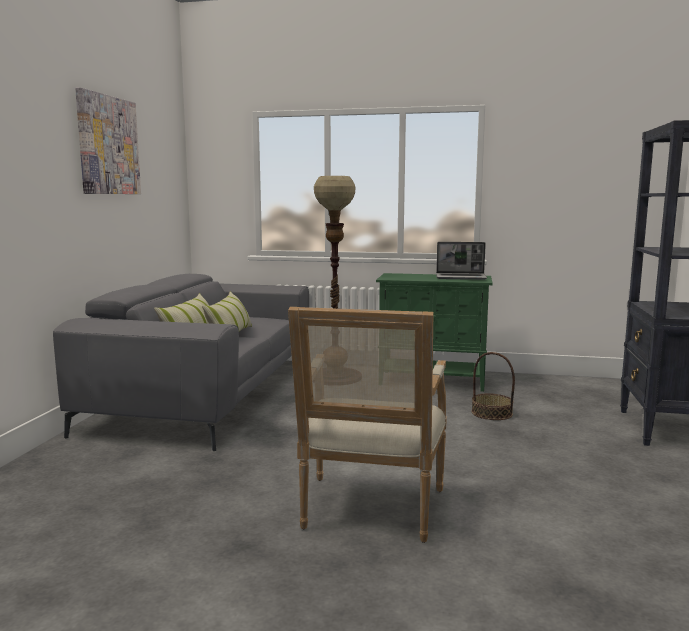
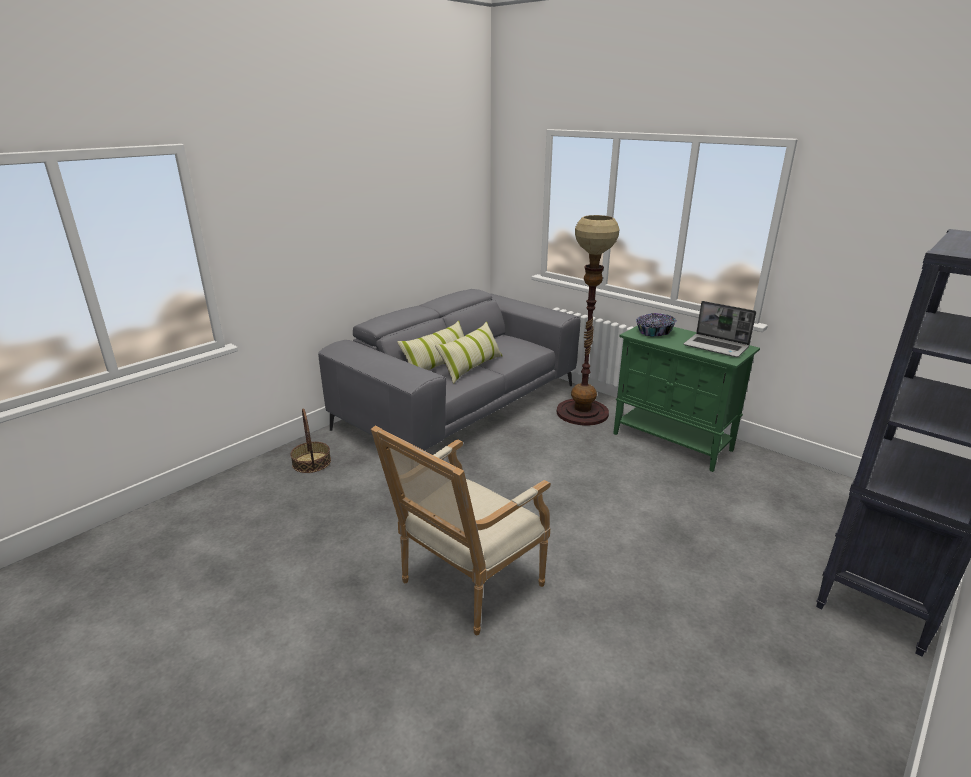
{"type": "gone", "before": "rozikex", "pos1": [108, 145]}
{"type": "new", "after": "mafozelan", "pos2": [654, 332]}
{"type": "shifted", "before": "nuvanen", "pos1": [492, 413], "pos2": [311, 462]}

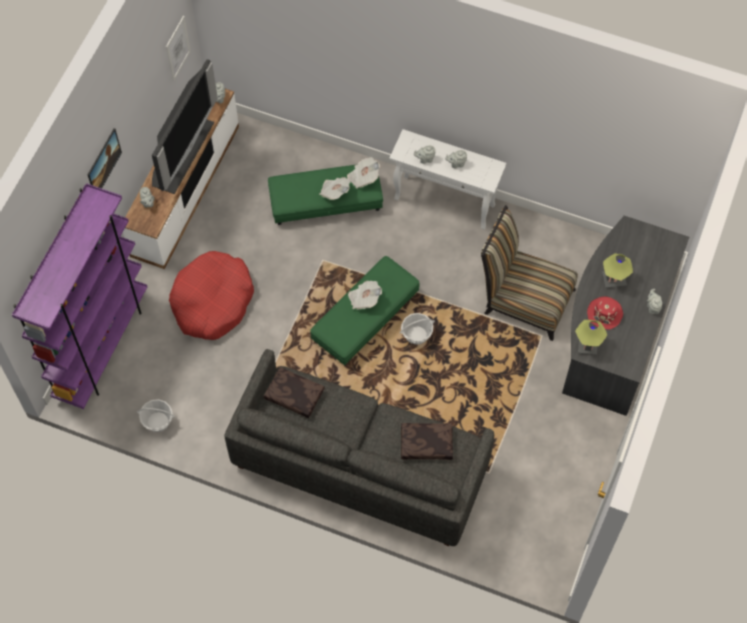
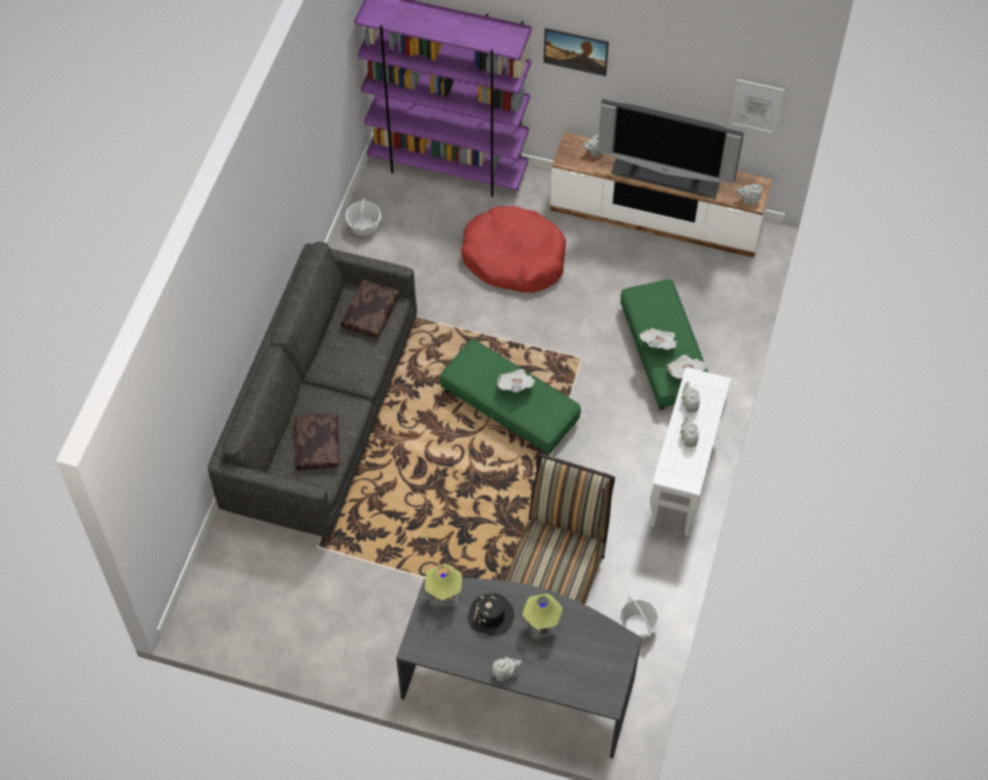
{"type": "shifted", "before": "nuvanen", "pos1": [416, 335], "pos2": [637, 626]}
{"type": "repainted", "before": "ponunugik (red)", "after": "ponunugik (black)", "pos1": [605, 313], "pos2": [491, 616]}

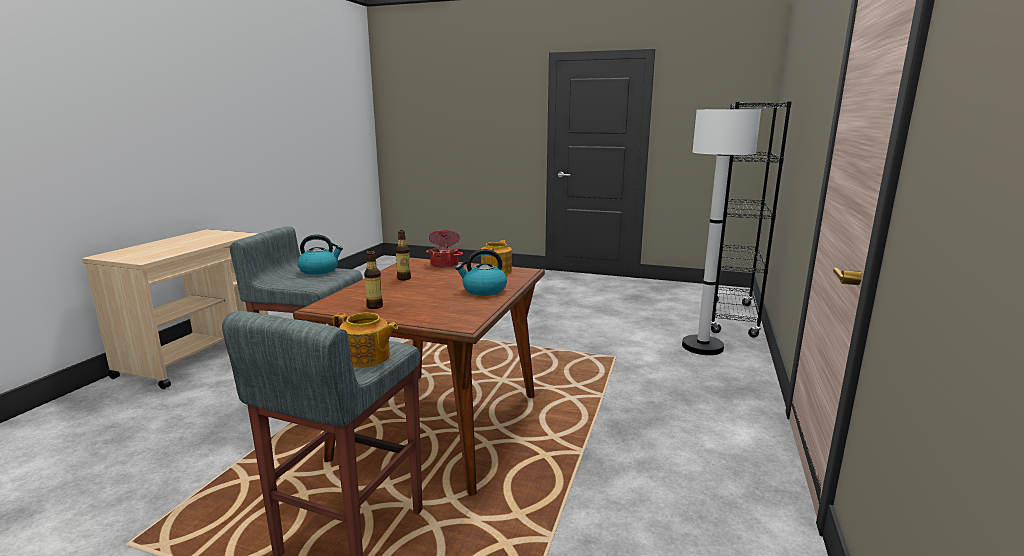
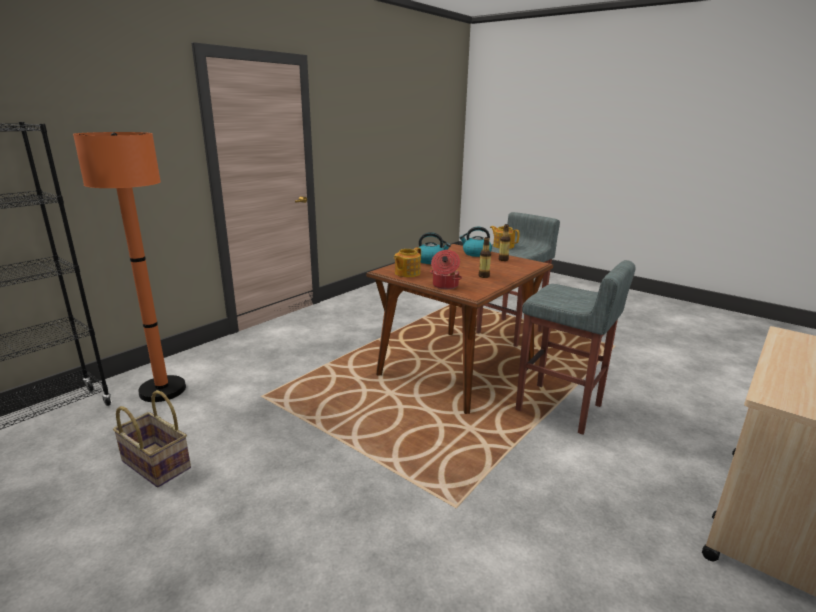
{"type": "new", "after": "nuvanen", "pos2": [155, 465]}
{"type": "shifted", "before": "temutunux", "pos1": [320, 270], "pos2": [476, 253]}
{"type": "repainted", "before": "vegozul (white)", "after": "vegozul (orange)", "pos1": [702, 347], "pos2": [162, 390]}

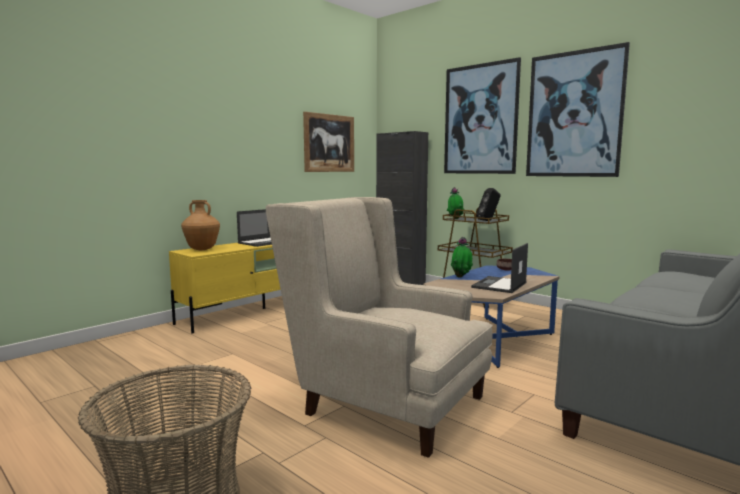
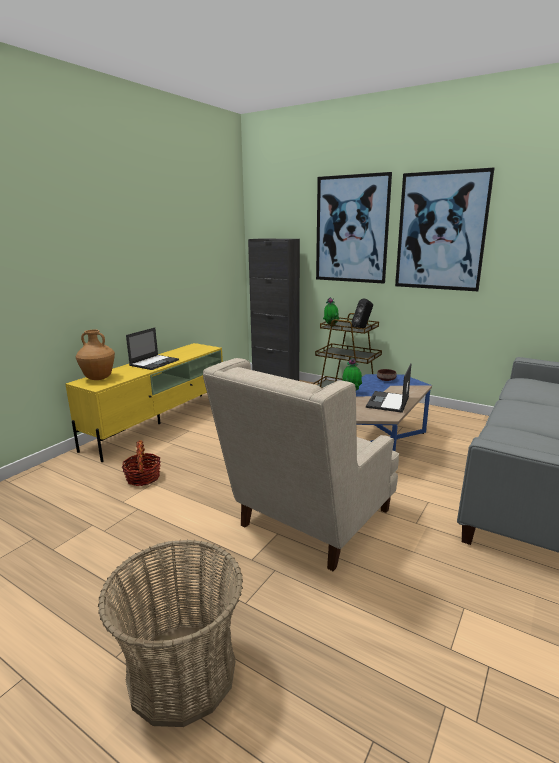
{"type": "gone", "before": "rozikex", "pos1": [329, 143]}
{"type": "new", "after": "nuvanen", "pos2": [143, 478]}
{"type": "rotated", "before": "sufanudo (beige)", "pos1": [382, 401], "pos2": [308, 524], "turn": -75}

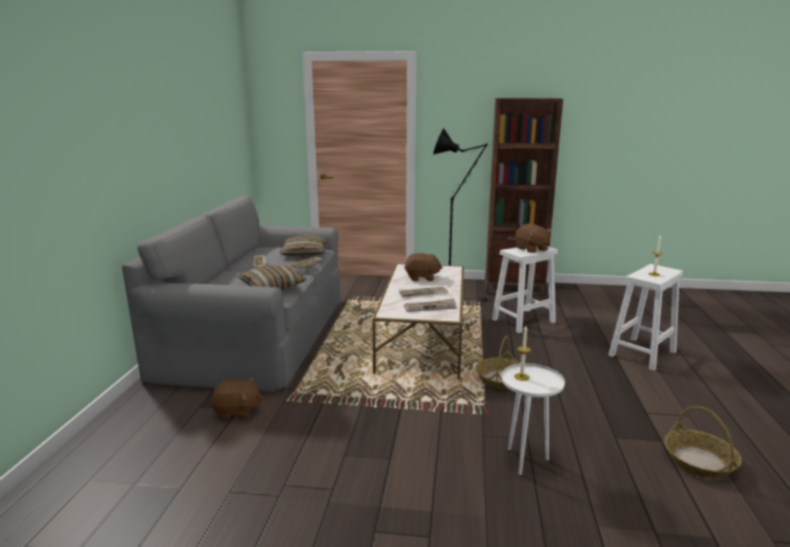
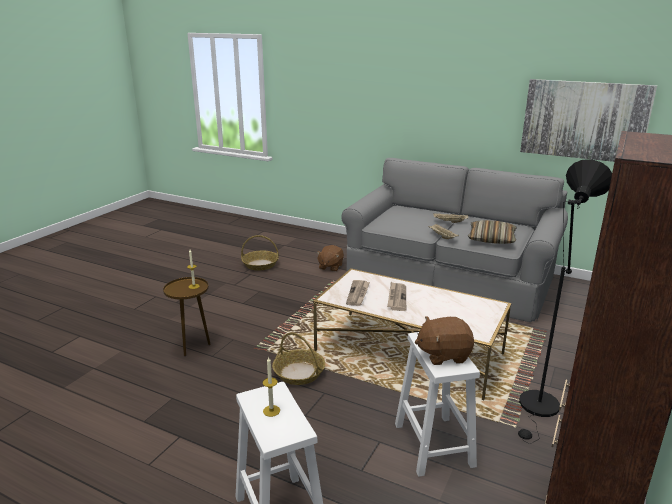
{"type": "gone", "before": "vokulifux", "pos1": [272, 286]}
{"type": "gone", "before": "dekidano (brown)", "pos1": [422, 278]}
{"type": "new", "after": "rozikex", "pos2": [584, 120]}
{"type": "shifted", "before": "nuvanen", "pos1": [698, 461], "pos2": [260, 264]}
{"type": "repainted", "before": "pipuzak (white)", "after": "pipuzak (brown)", "pos1": [525, 461], "pos2": [193, 346]}

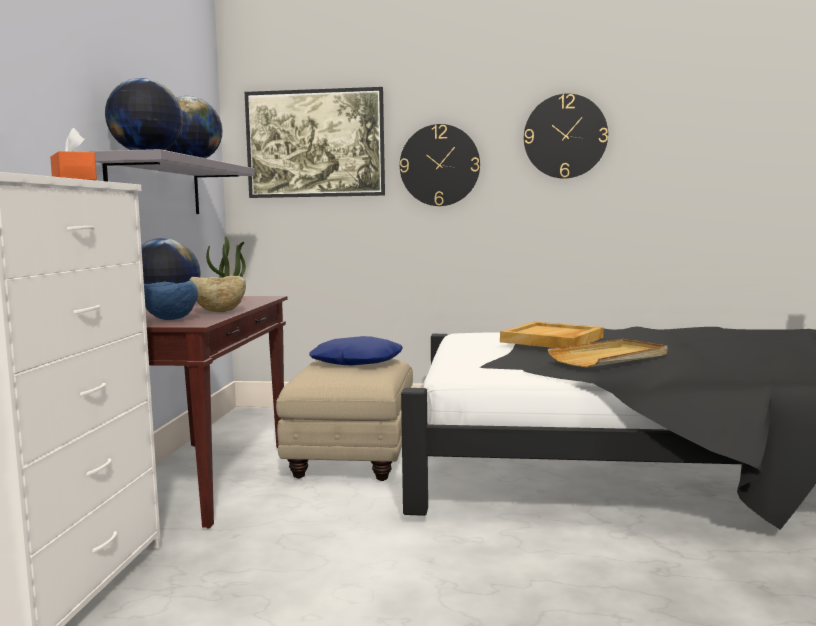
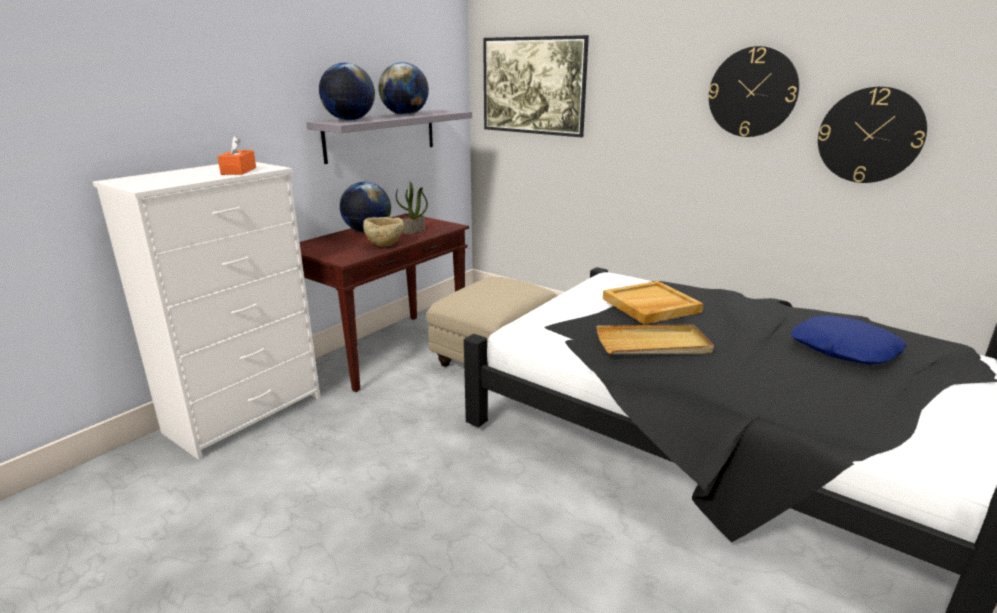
{"type": "gone", "before": "mafozelan (blue)", "pos1": [168, 320]}
{"type": "shifted", "before": "vokulifux (blue)", "pos1": [356, 362], "pos2": [843, 349]}
{"type": "shifted", "before": "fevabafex", "pos1": [439, 165], "pos2": [870, 135]}

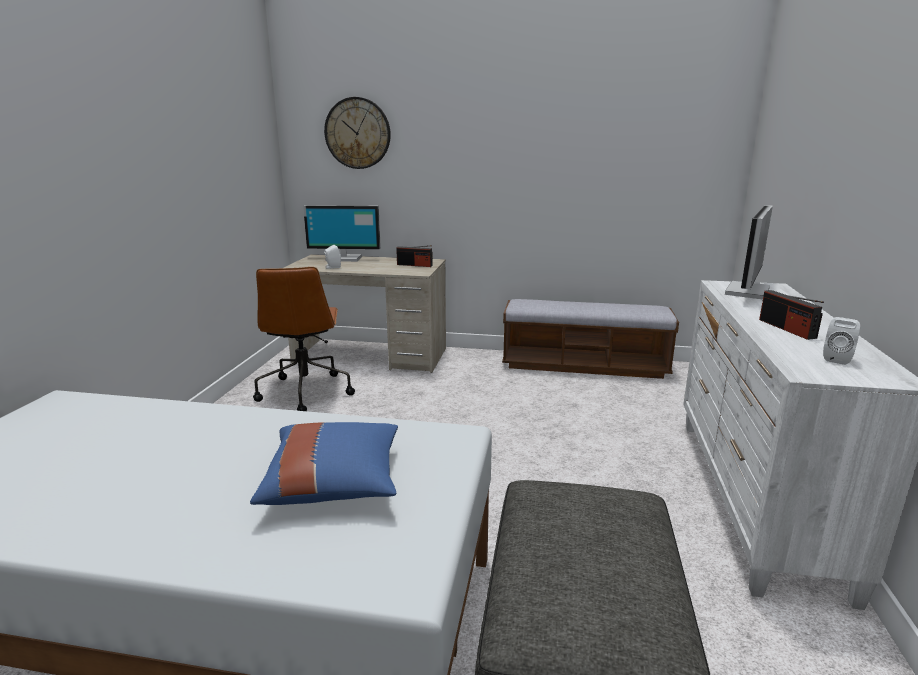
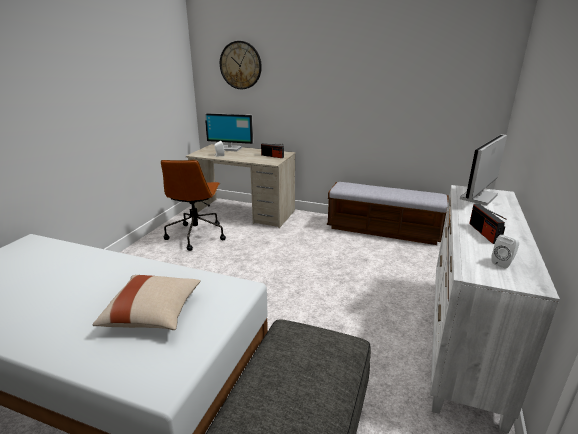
{"type": "repainted", "before": "vokulifux (blue)", "after": "vokulifux (beige)", "pos1": [334, 483], "pos2": [153, 314]}

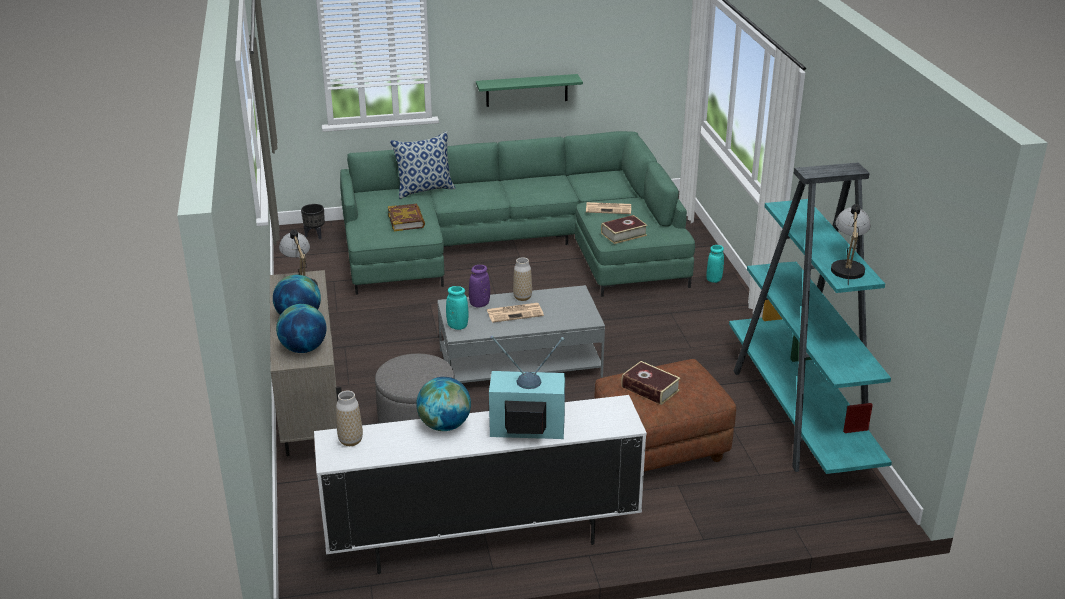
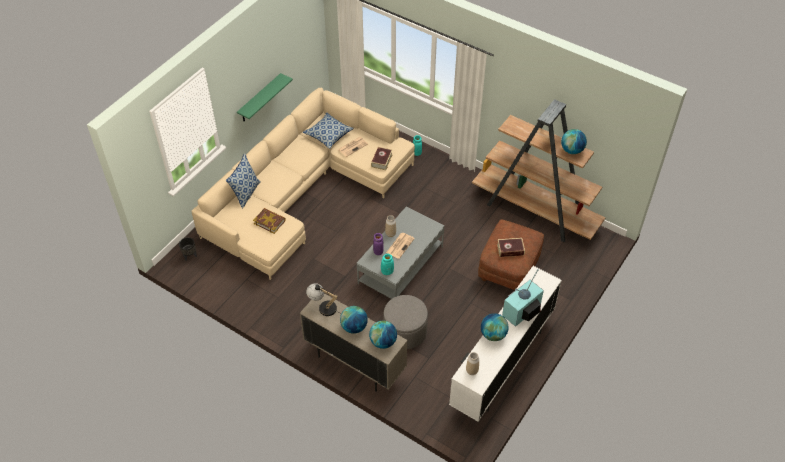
{"type": "new", "after": "vokulifux", "pos2": [328, 135]}
{"type": "swapped", "before": "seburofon", "after": "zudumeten", "pos1": [847, 266], "pos2": [572, 150]}
{"type": "repainted", "before": "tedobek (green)", "after": "tedobek (beige)", "pos1": [518, 246], "pos2": [304, 191]}
{"type": "repainted", "before": "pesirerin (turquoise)", "after": "pesirerin (brown)", "pos1": [799, 416], "pos2": [535, 212]}

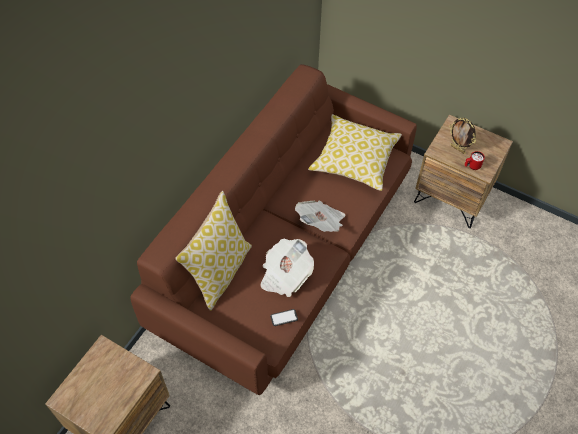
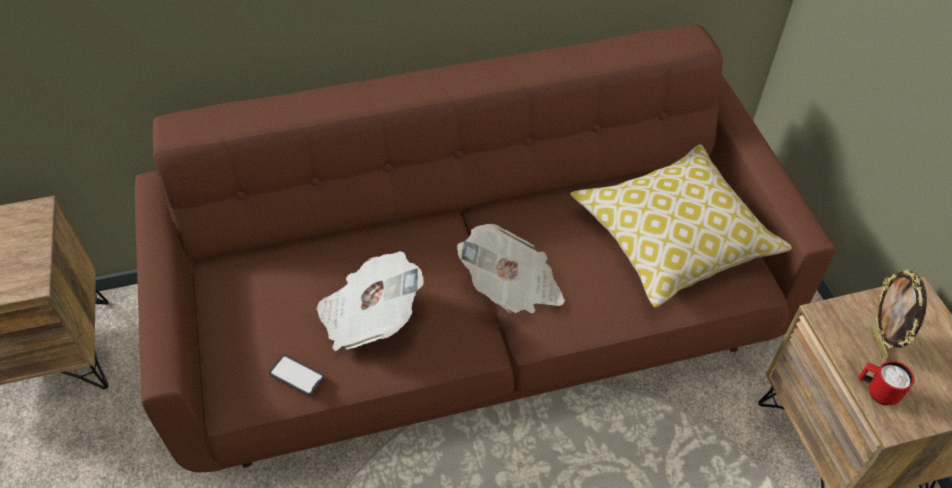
{"type": "gone", "before": "vokulifux", "pos1": [219, 271]}

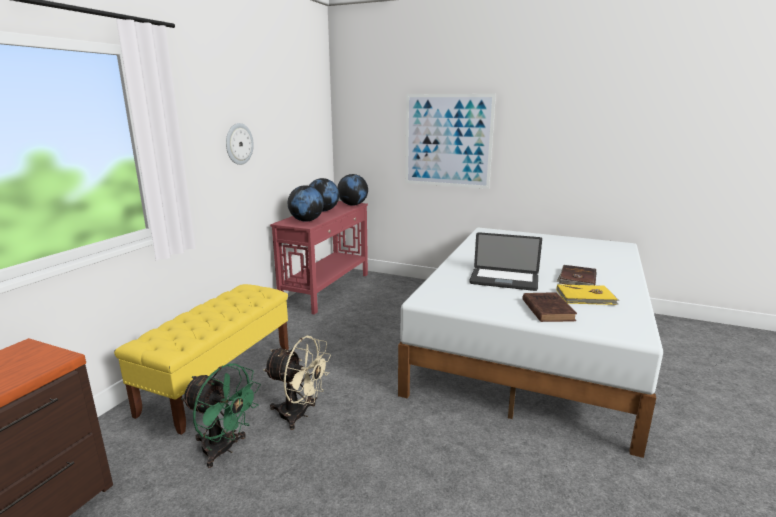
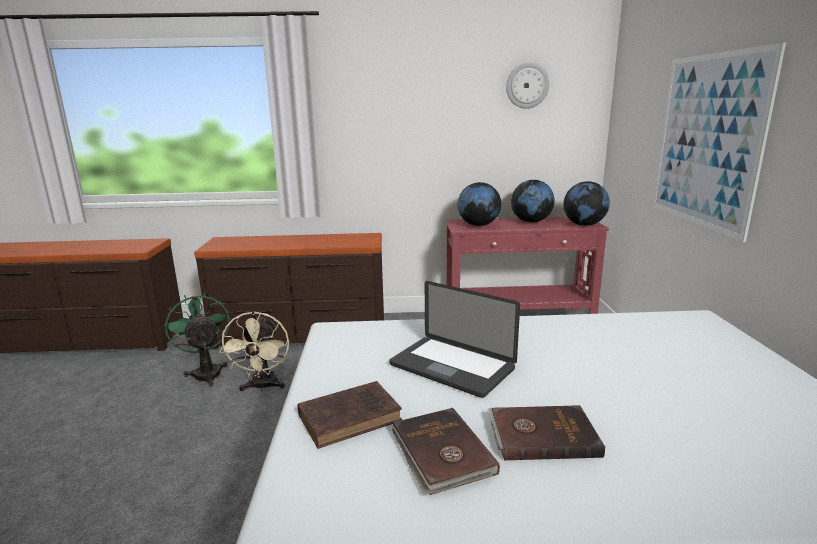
{"type": "shifted", "before": "fevabafex", "pos1": [238, 144], "pos2": [527, 85]}
{"type": "swapped", "before": "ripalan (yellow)", "after": "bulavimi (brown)", "pos1": [220, 378], "pos2": [301, 335]}
{"type": "repainted", "before": "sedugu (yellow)", "after": "sedugu (brown)", "pos1": [586, 297], "pos2": [441, 453]}
{"type": "rotated", "before": "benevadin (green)", "pos1": [224, 450], "pos2": [206, 372], "turn": 150}
{"type": "rotated", "before": "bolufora", "pos1": [504, 280], "pos2": [451, 367], "turn": -45}

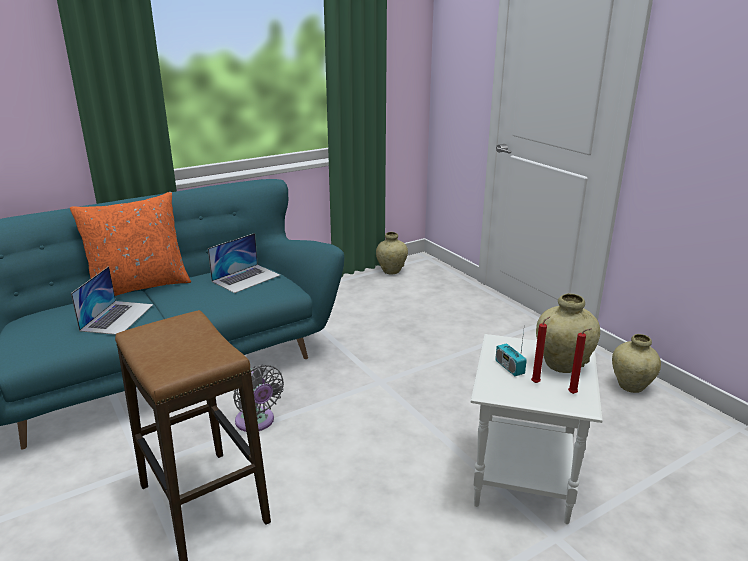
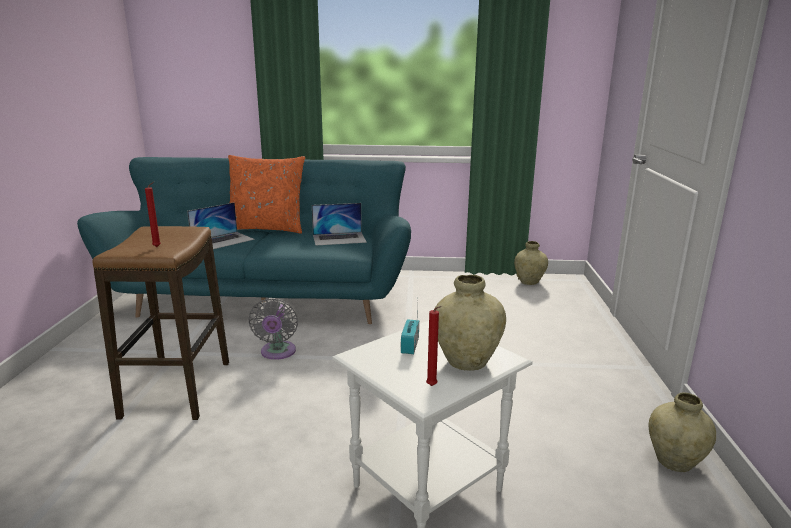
{"type": "shifted", "before": "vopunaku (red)", "pos1": [536, 382], "pos2": [158, 247]}

